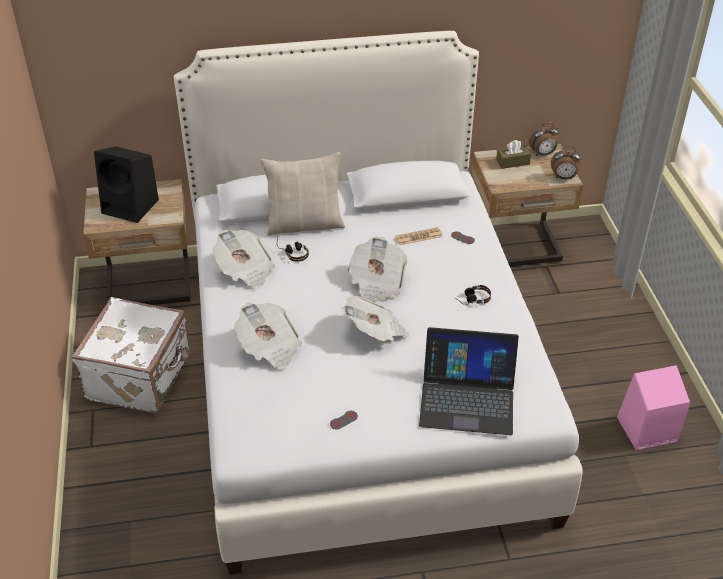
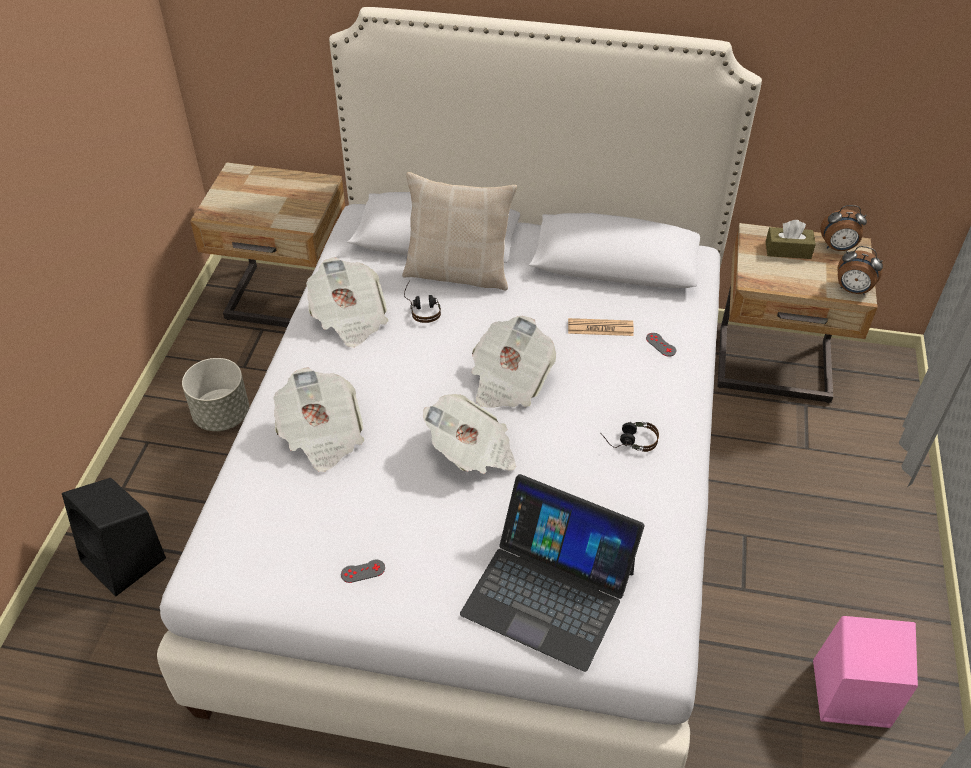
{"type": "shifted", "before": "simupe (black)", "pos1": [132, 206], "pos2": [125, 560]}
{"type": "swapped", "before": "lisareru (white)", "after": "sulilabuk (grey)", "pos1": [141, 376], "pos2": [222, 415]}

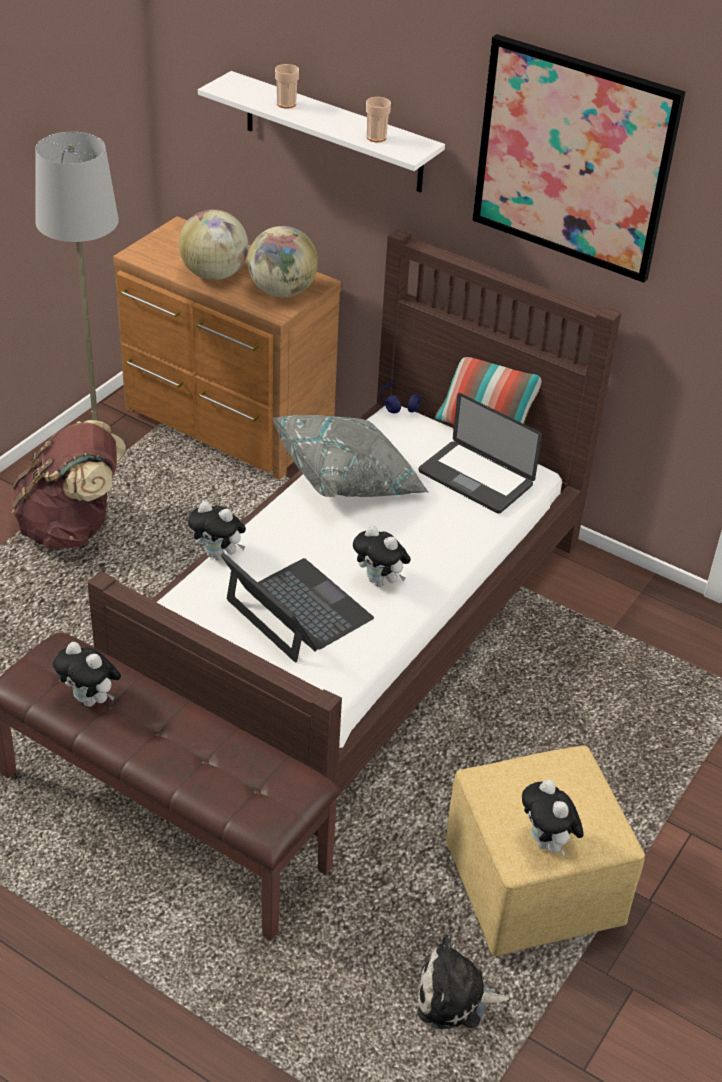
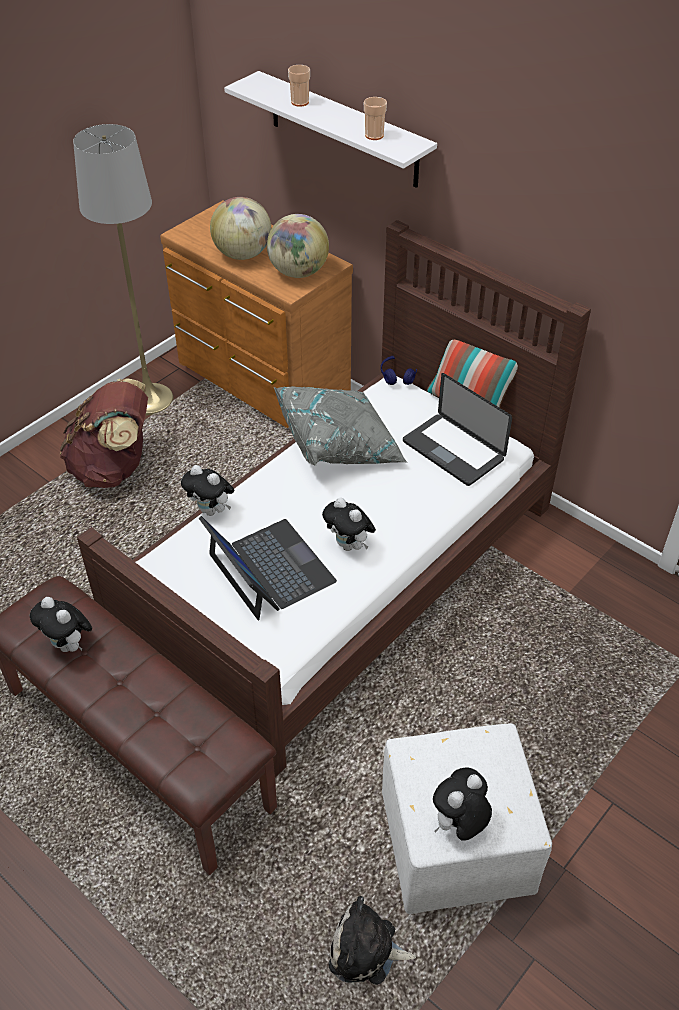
{"type": "gone", "before": "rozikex", "pos1": [573, 158]}
{"type": "repainted", "before": "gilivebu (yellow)", "after": "gilivebu (white)", "pos1": [535, 887], "pos2": [458, 845]}
{"type": "rotated", "before": "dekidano", "pos1": [547, 843], "pos2": [459, 824], "turn": 60}

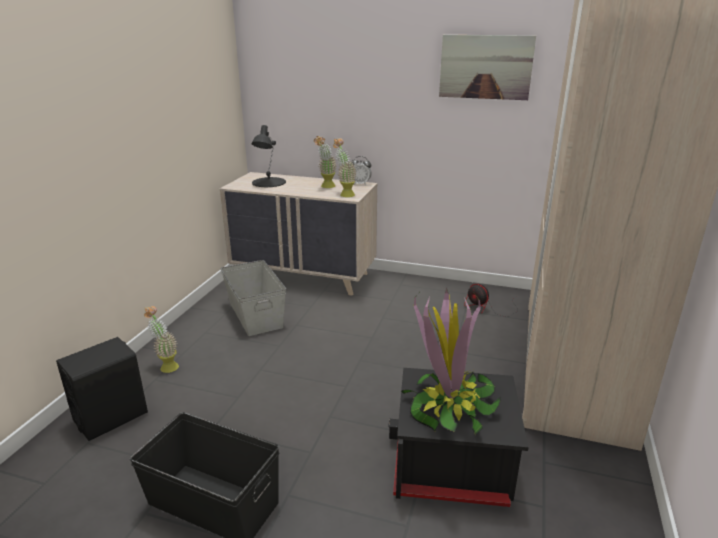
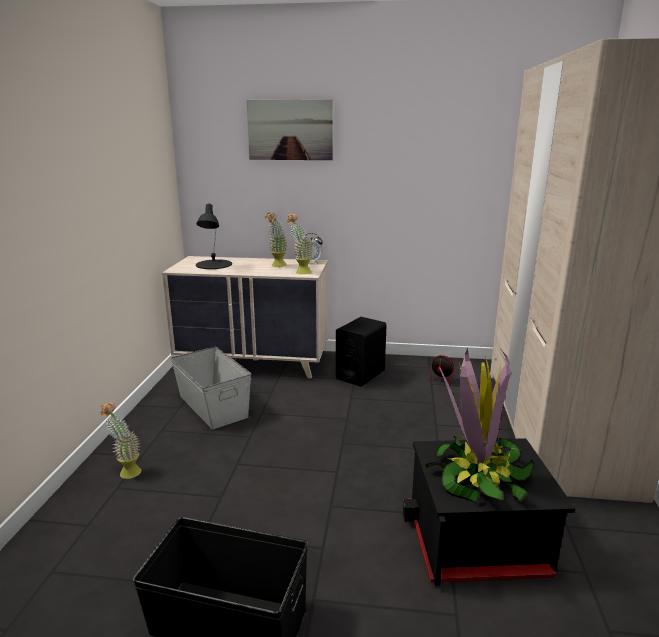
{"type": "shifted", "before": "simupe (black)", "pos1": [111, 416], "pos2": [360, 375]}
{"type": "shifted", "before": "rozikex", "pos1": [485, 67], "pos2": [290, 130]}

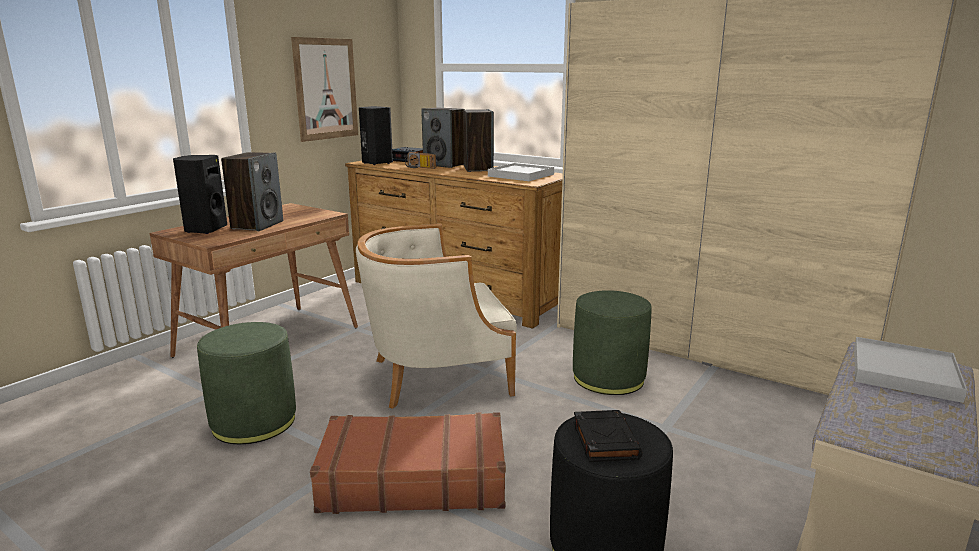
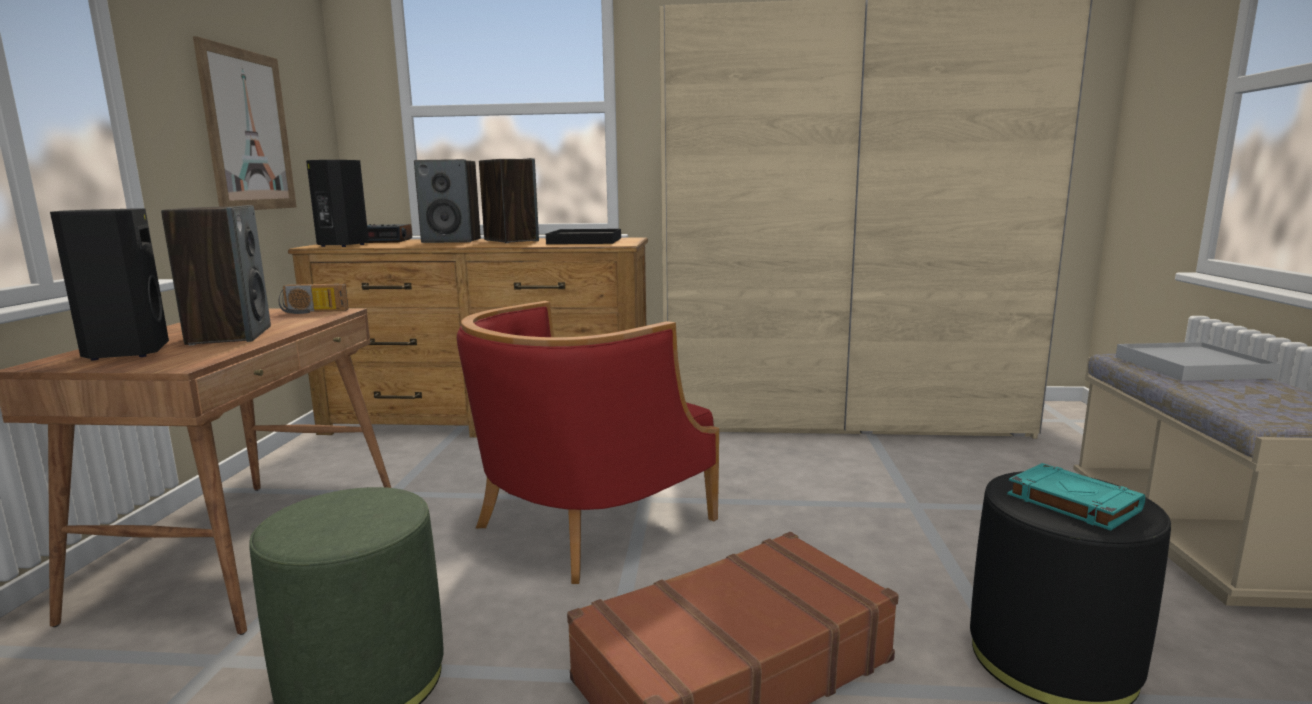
{"type": "gone", "before": "gilivebu (green)", "pos1": [608, 378]}
{"type": "shifted", "before": "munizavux", "pos1": [419, 167], "pos2": [312, 312]}
{"type": "repainted", "before": "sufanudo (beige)", "after": "sufanudo (red)", "pos1": [437, 375], "pos2": [588, 522]}
{"type": "repainted", "before": "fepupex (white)", "after": "fepupex (black)", "pos1": [521, 175], "pos2": [585, 241]}
{"type": "repainted", "before": "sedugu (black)", "after": "sedugu (turquoise)", "pos1": [604, 440], "pos2": [1071, 502]}

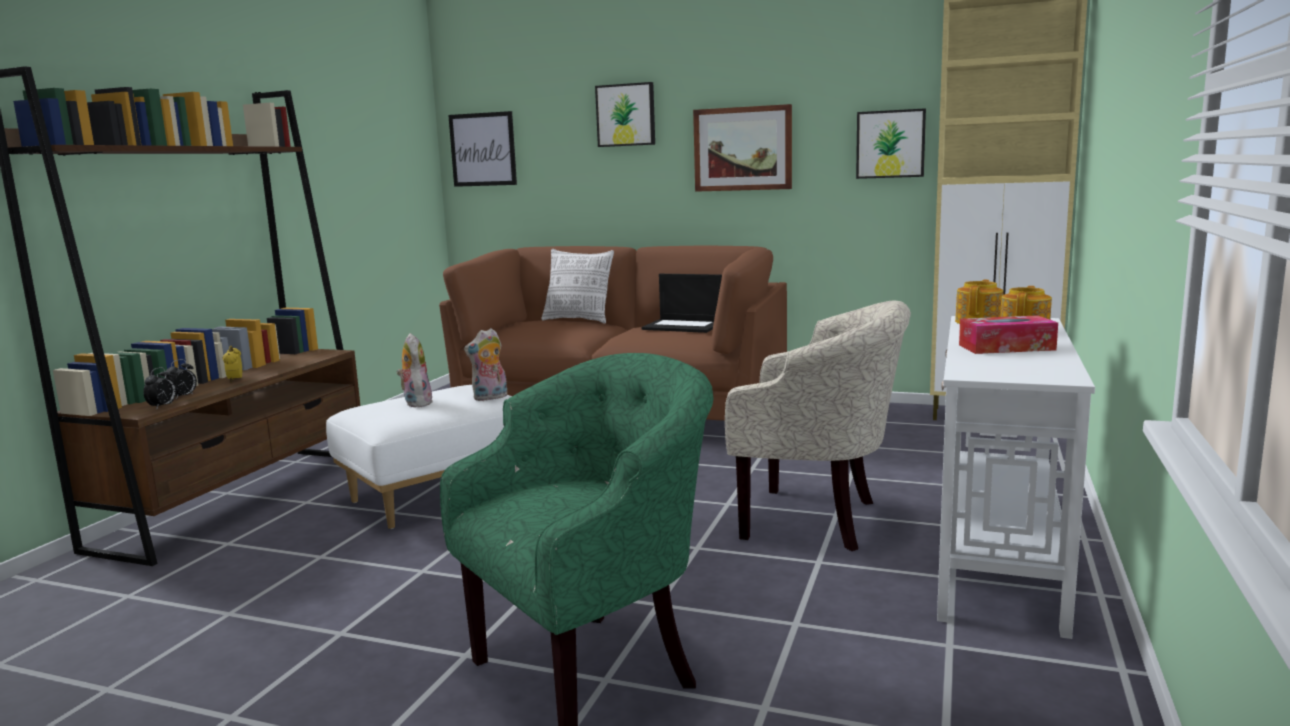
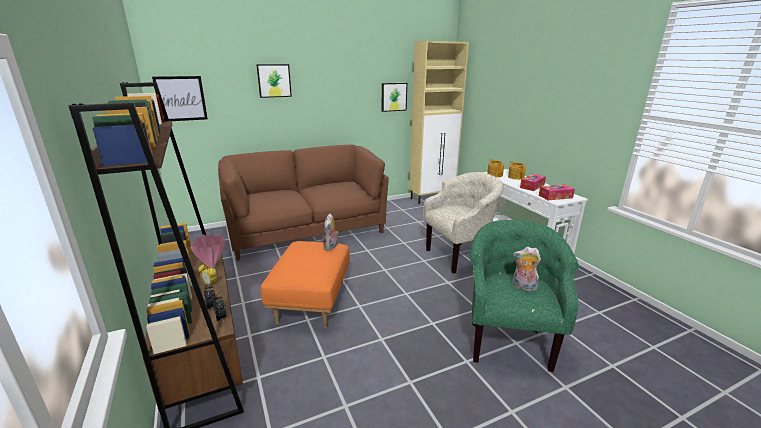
{"type": "gone", "before": "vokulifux", "pos1": [578, 320]}
{"type": "gone", "before": "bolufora", "pos1": [684, 326]}
{"type": "gone", "before": "rozikex", "pos1": [743, 149]}
{"type": "new", "after": "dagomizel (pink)", "pos2": [212, 266]}
{"type": "new", "after": "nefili", "pos2": [555, 196]}
{"type": "shifted", "before": "dekidano", "pos1": [416, 403], "pos2": [523, 287]}
{"type": "repainted", "before": "gilivebu (white)", "after": "gilivebu (orange)", "pos1": [439, 495], "pos2": [311, 301]}

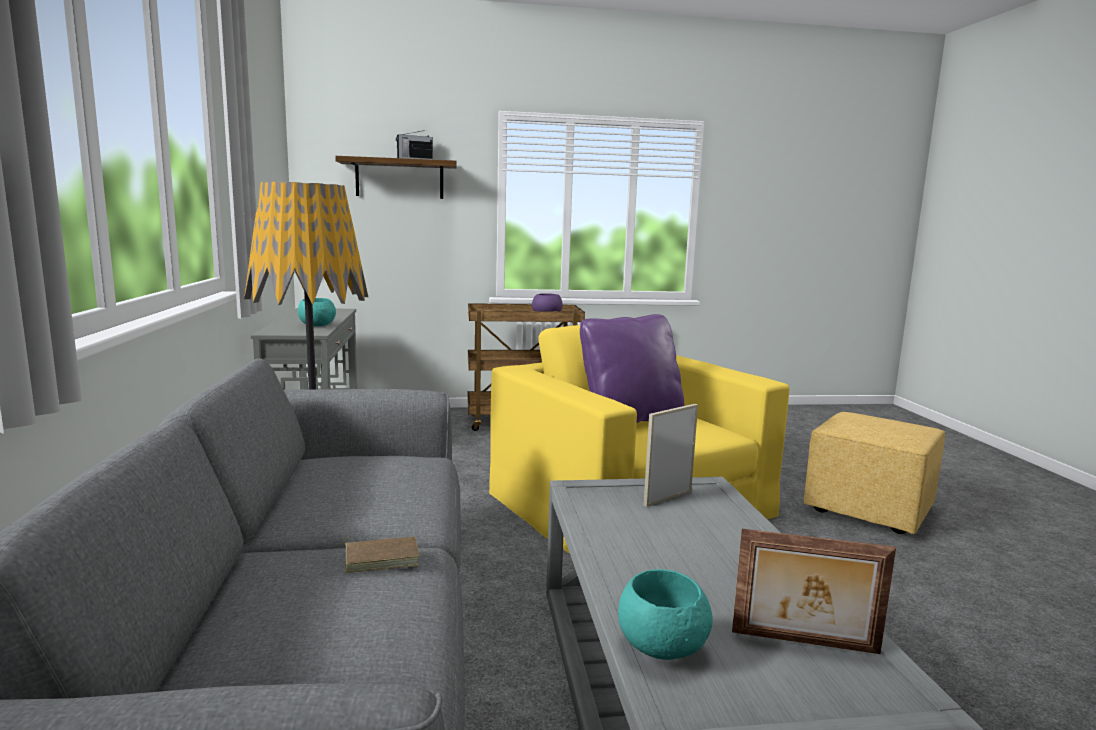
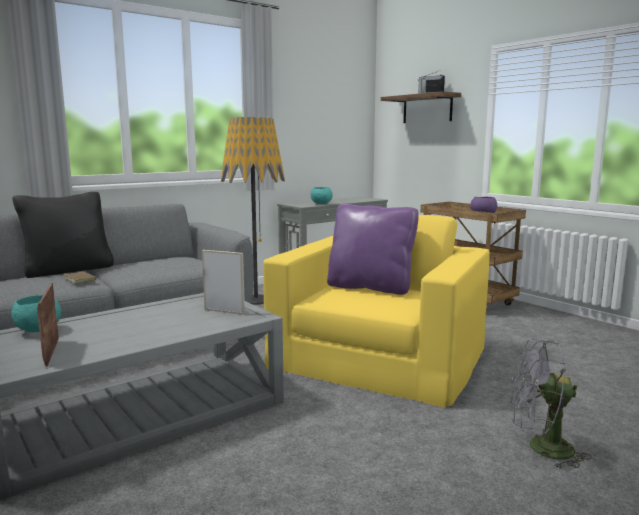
{"type": "new", "after": "vokulifux (black)", "pos2": [68, 270]}
{"type": "swapped", "before": "gilivebu (yellow)", "after": "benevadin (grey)", "pos1": [869, 510], "pos2": [541, 449]}

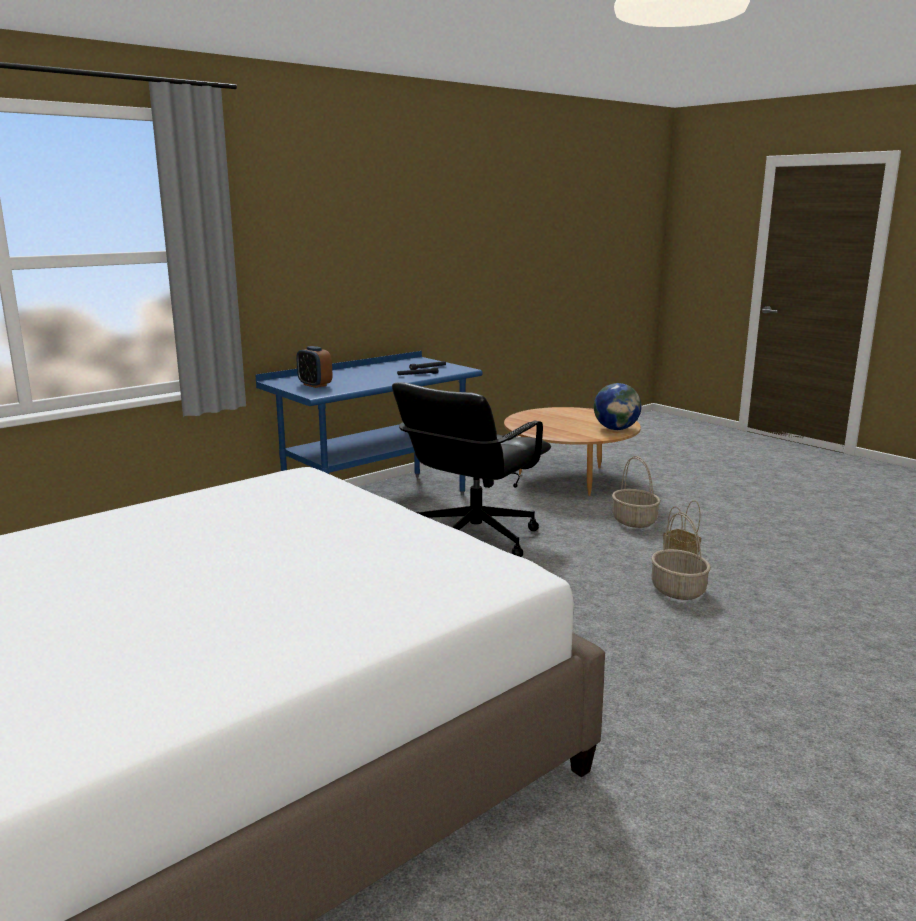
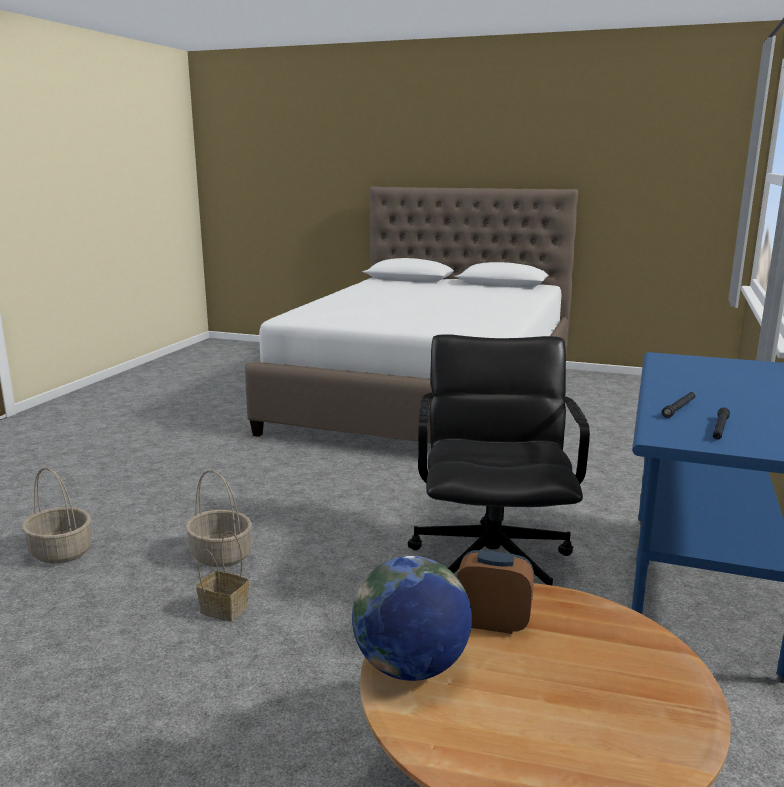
{"type": "shifted", "before": "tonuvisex", "pos1": [315, 385], "pos2": [493, 623]}
{"type": "shifted", "before": "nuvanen", "pos1": [635, 521], "pos2": [60, 552]}

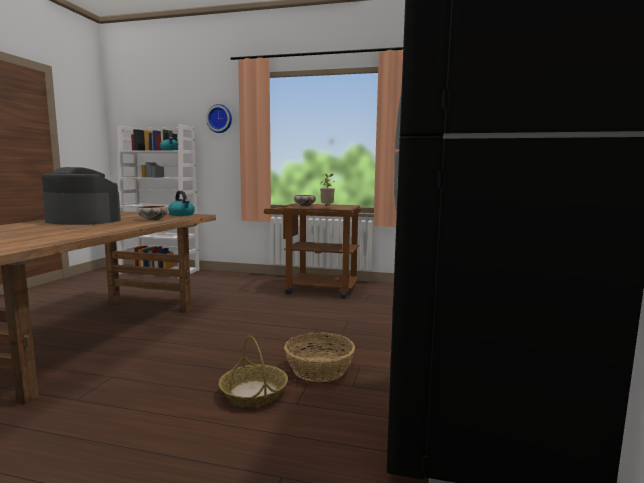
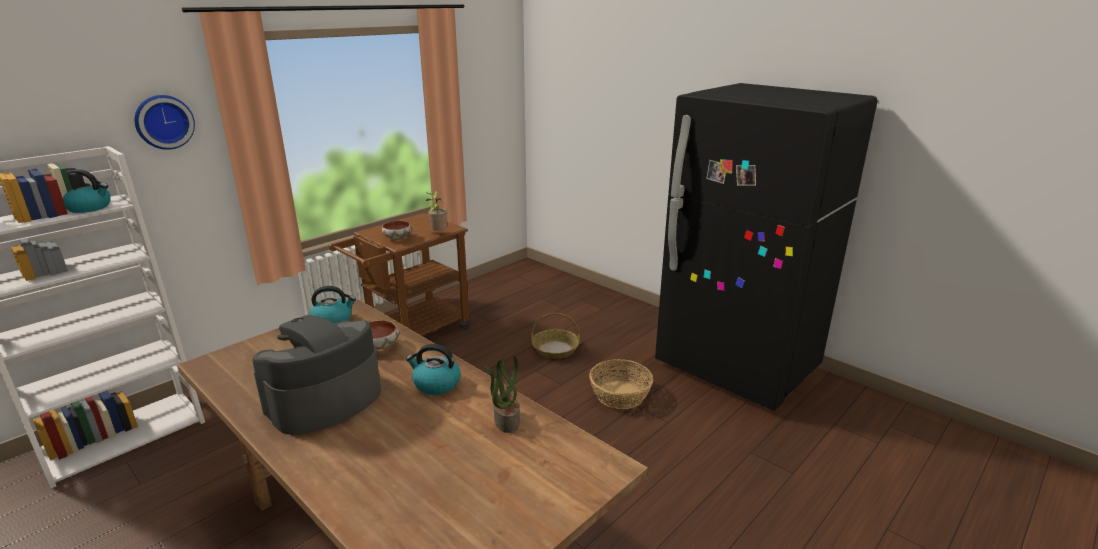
{"type": "new", "after": "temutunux", "pos2": [436, 384]}
{"type": "new", "after": "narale", "pos2": [506, 420]}
{"type": "shifted", "before": "nuvanen", "pos1": [254, 393], "pos2": [555, 349]}

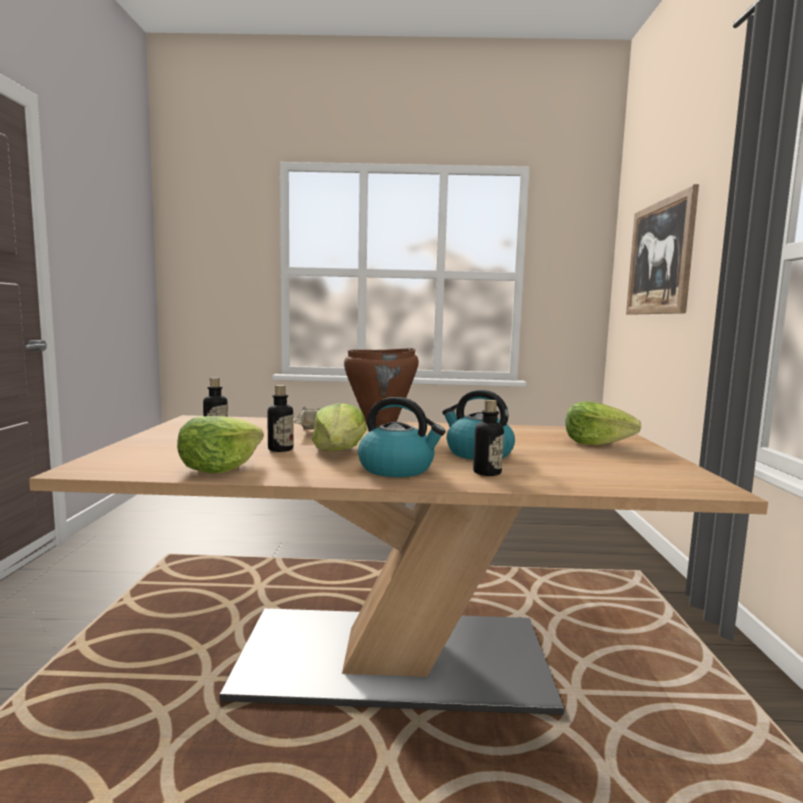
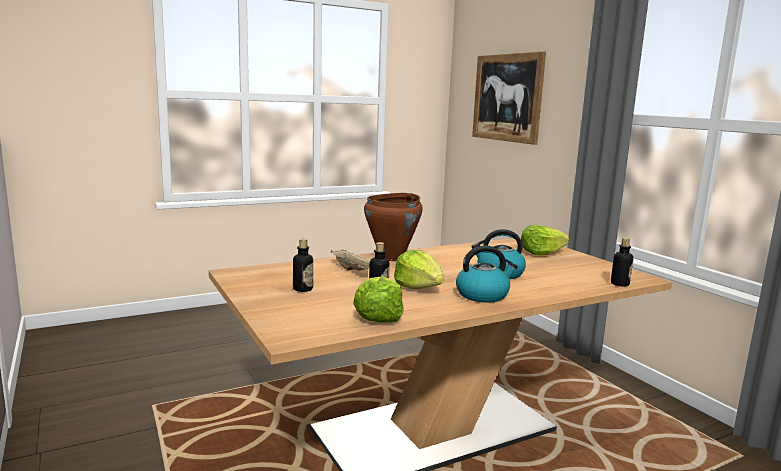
{"type": "shifted", "before": "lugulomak", "pos1": [487, 473], "pos2": [619, 284]}

